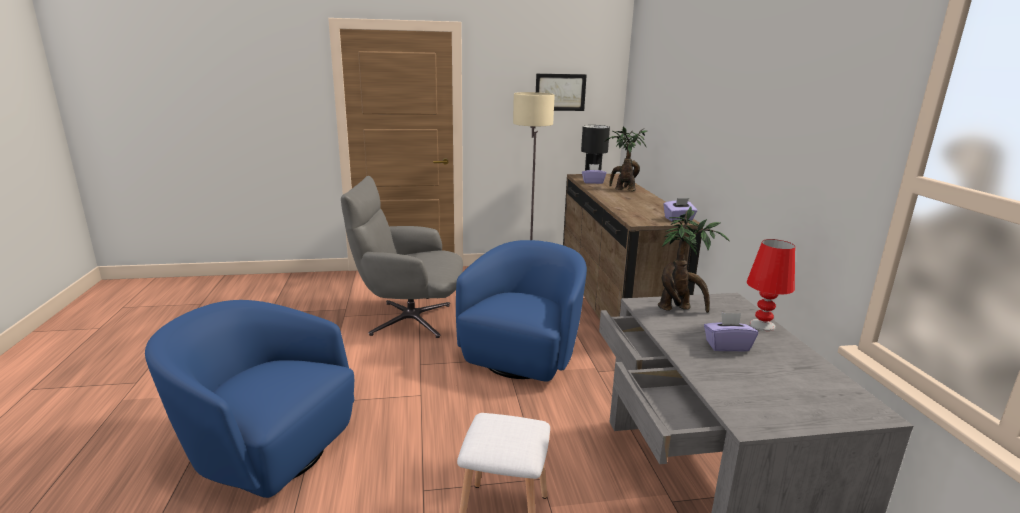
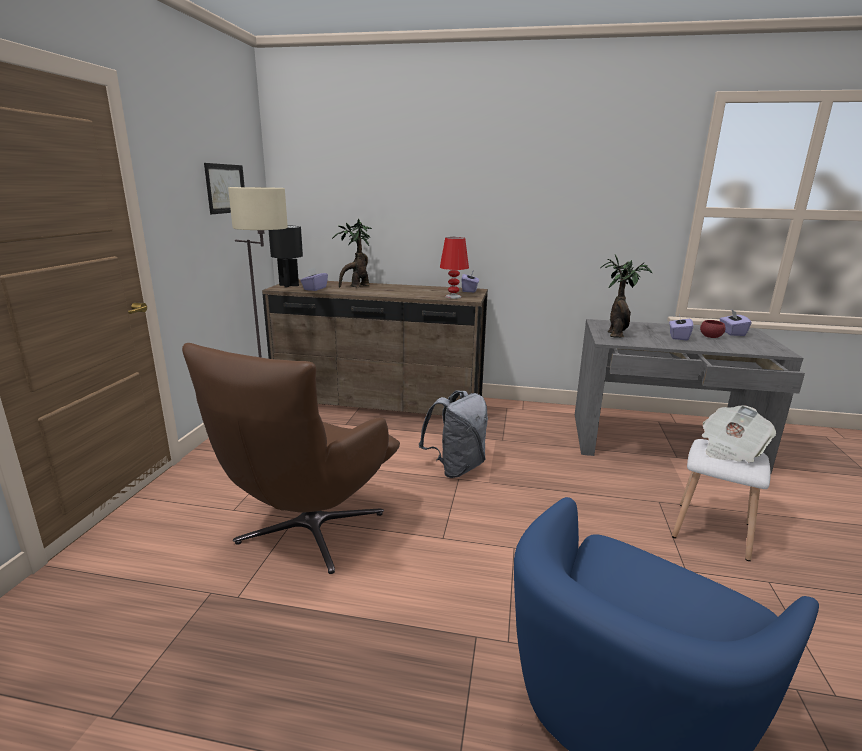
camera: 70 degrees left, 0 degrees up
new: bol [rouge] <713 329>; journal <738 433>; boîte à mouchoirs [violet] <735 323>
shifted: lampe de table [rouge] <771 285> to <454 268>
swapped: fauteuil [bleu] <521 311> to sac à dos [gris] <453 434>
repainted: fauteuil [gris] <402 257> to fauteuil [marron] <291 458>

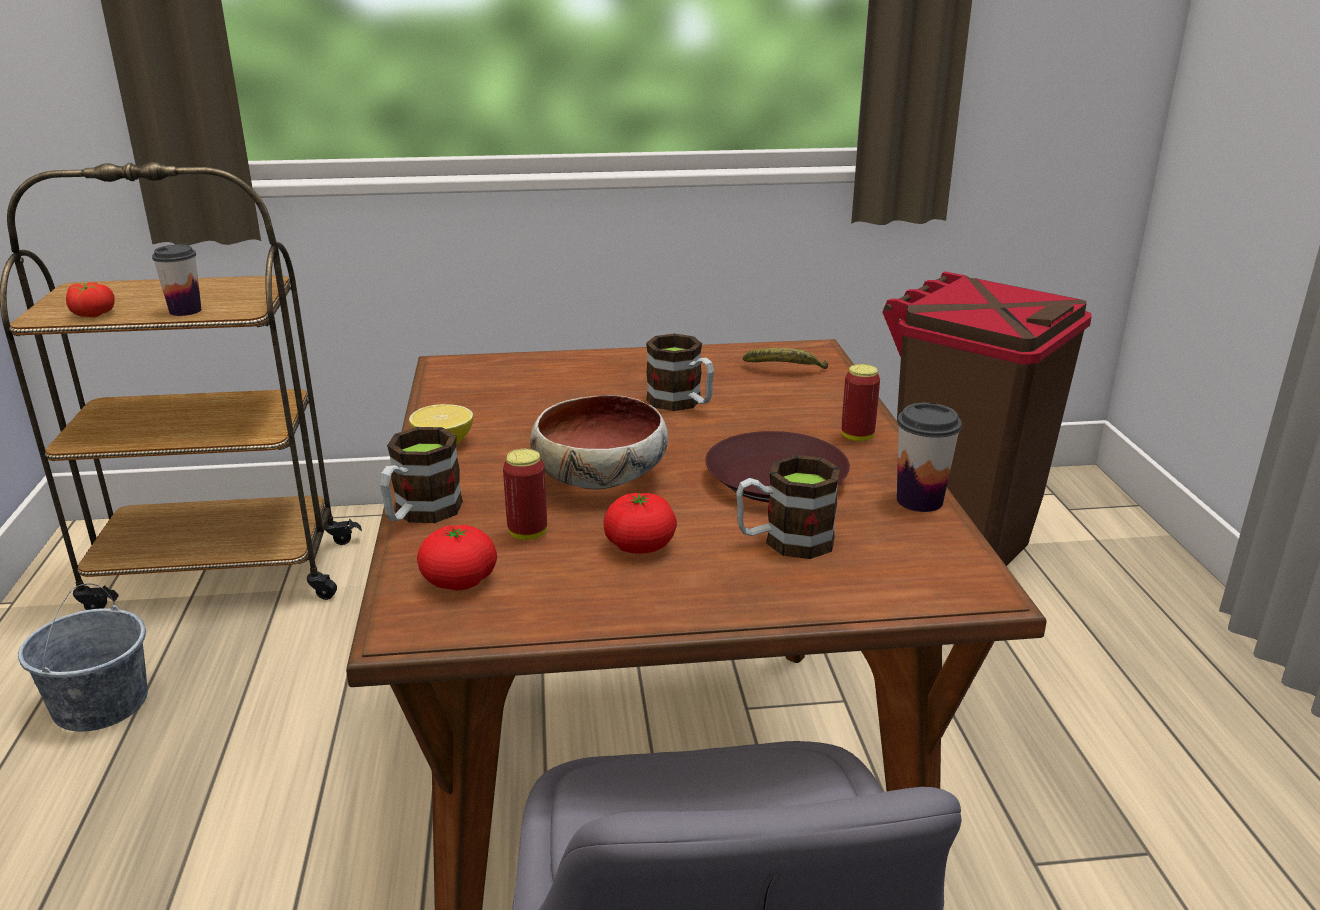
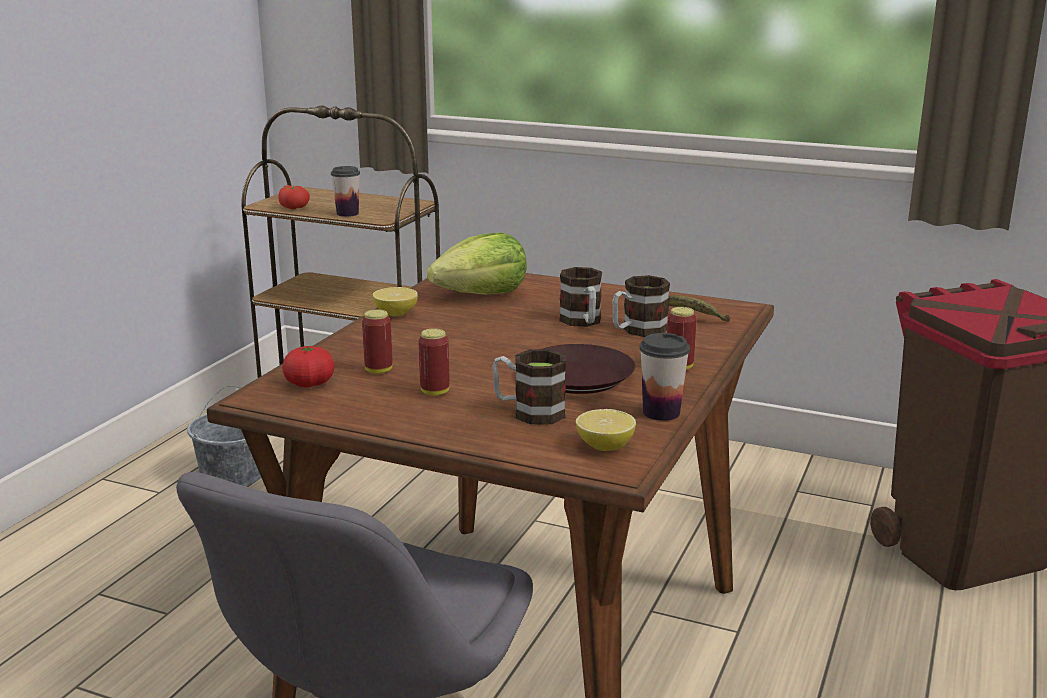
camera: 30 degrees right, 5 degrees down
gone: bol <599 442>
new: laitue <477 263>; citron <606 430>
shifted: mug <421 475> to <641 306>
swapped: tomate <640 523> to boîte métallique <433 362>

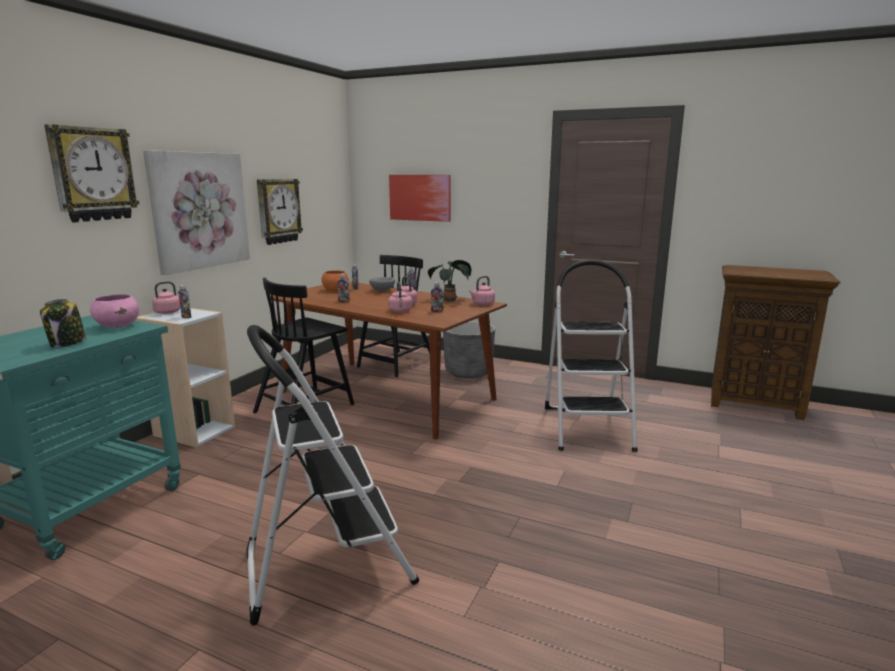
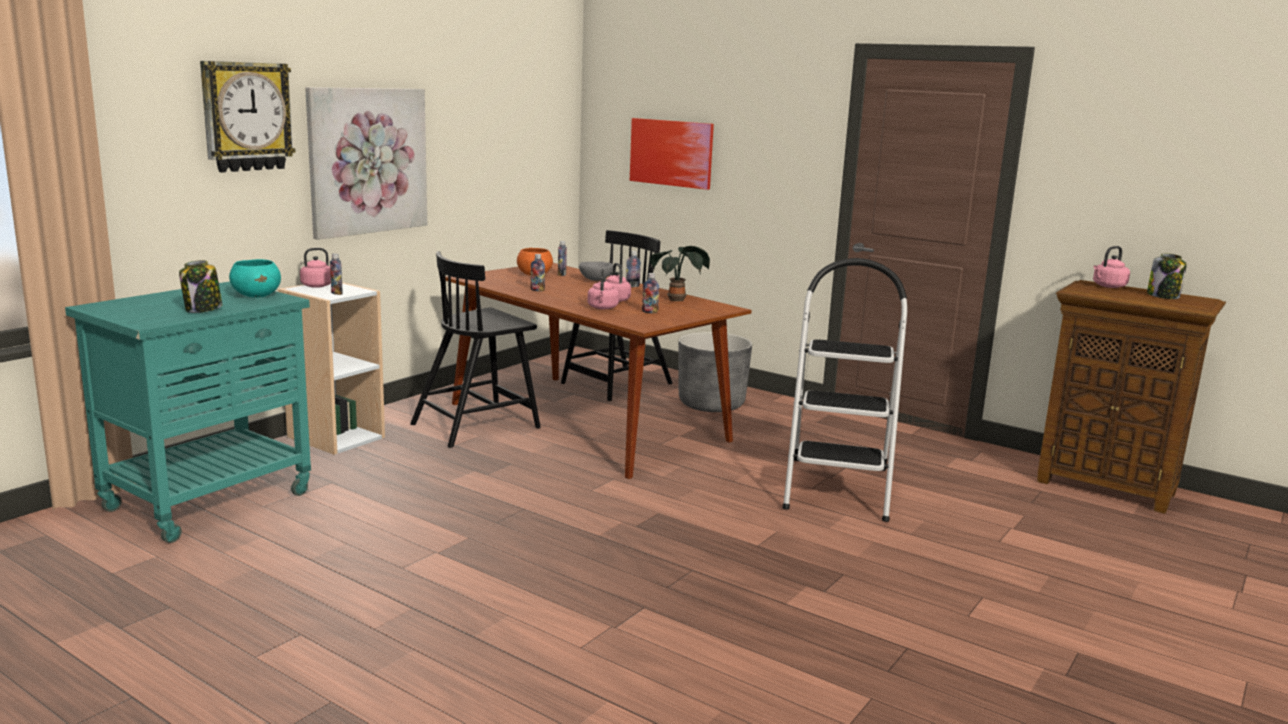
camera: 10 degrees right, 0 degrees up
gone: escabeau <333 475>; horloge murale <280 212>
new: bocal <1167 276>
shifted: bouilloire [rose] <482 290> to <1111 267>
repainted: bol [rose] <114 311> to bol [turquoise] <255 278>

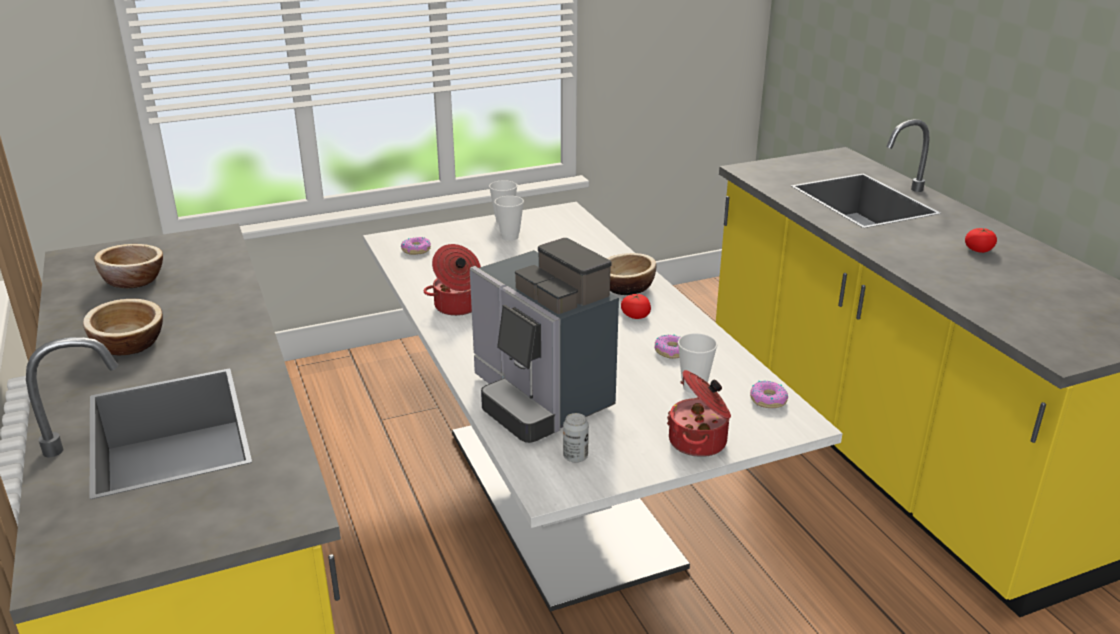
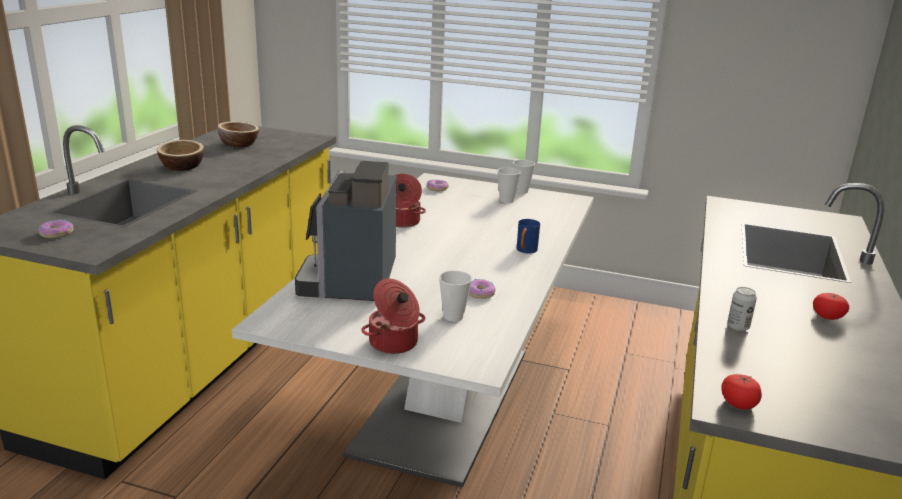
camera: 40 degrees right, 5 degrees down
shifted: boîte métallique <576 438> to <742 309>; tomate <636 306> to <741 392>; beignet <769 394> to <56 228>
swapped: bol <631 274> to mug [bleu] <528 236>

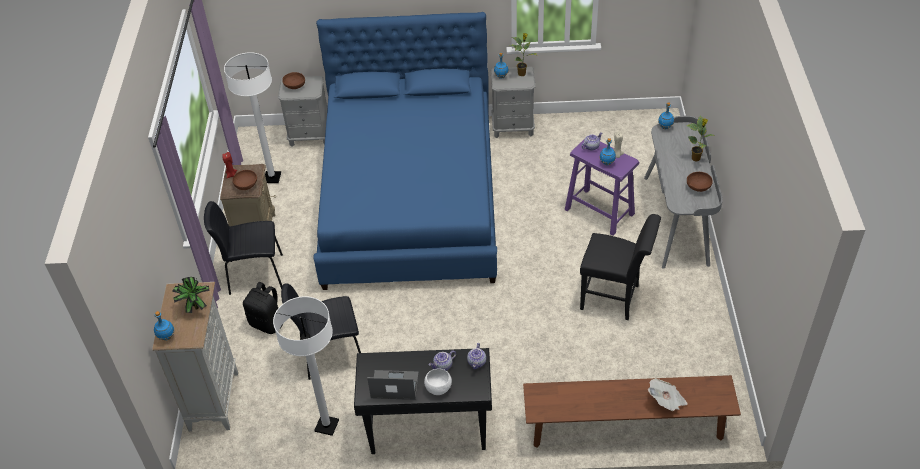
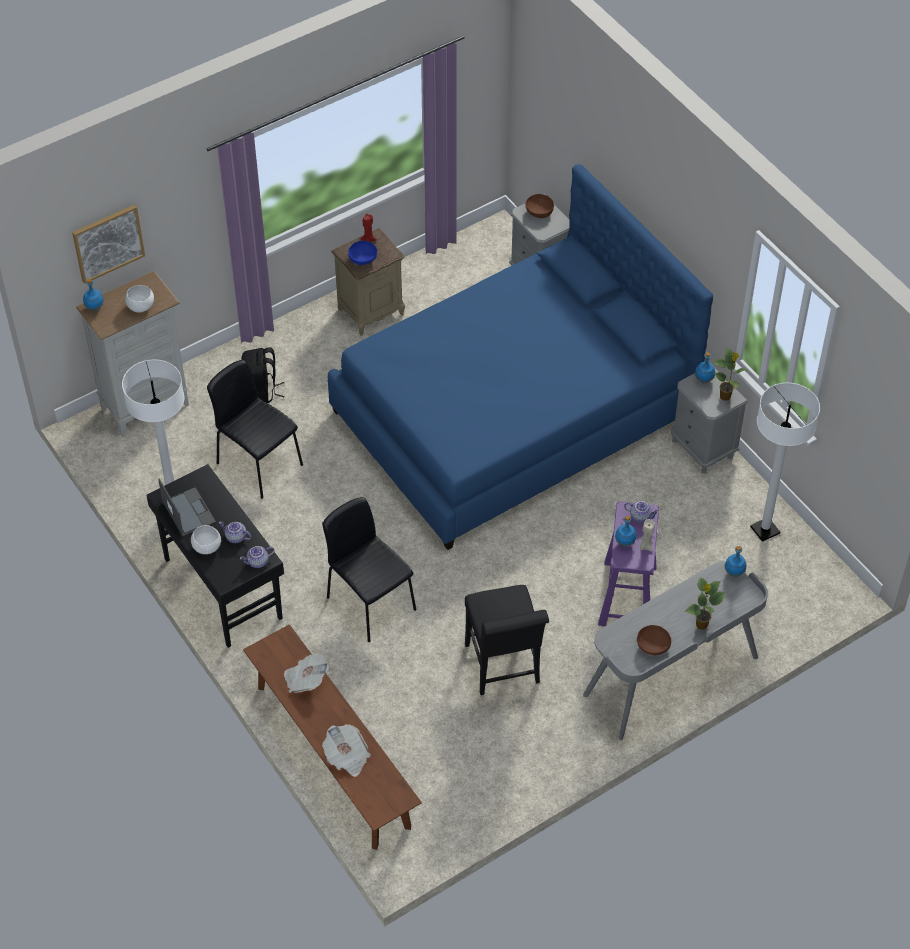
camera: 55 degrees right, 5 degrees up
new: tableau <108 244>; journal <306 673>
shifted: chaise [noir] <243 248> to <369 569>; lampadaire [blanc] <252 117> to <785 462>
swapped: plante en pot <191 295> to bol [blanc] <139 298>
repainted: bol [marron] <244 180> to bol [bleu] <362 253>

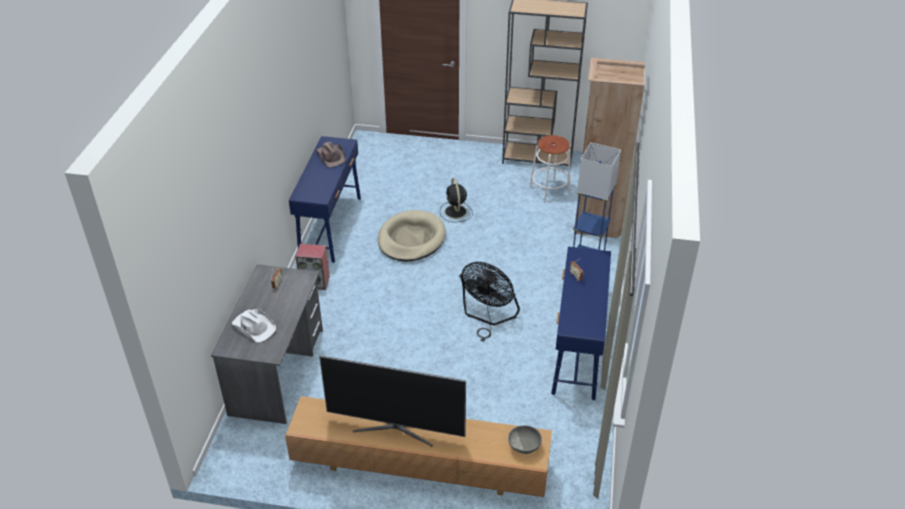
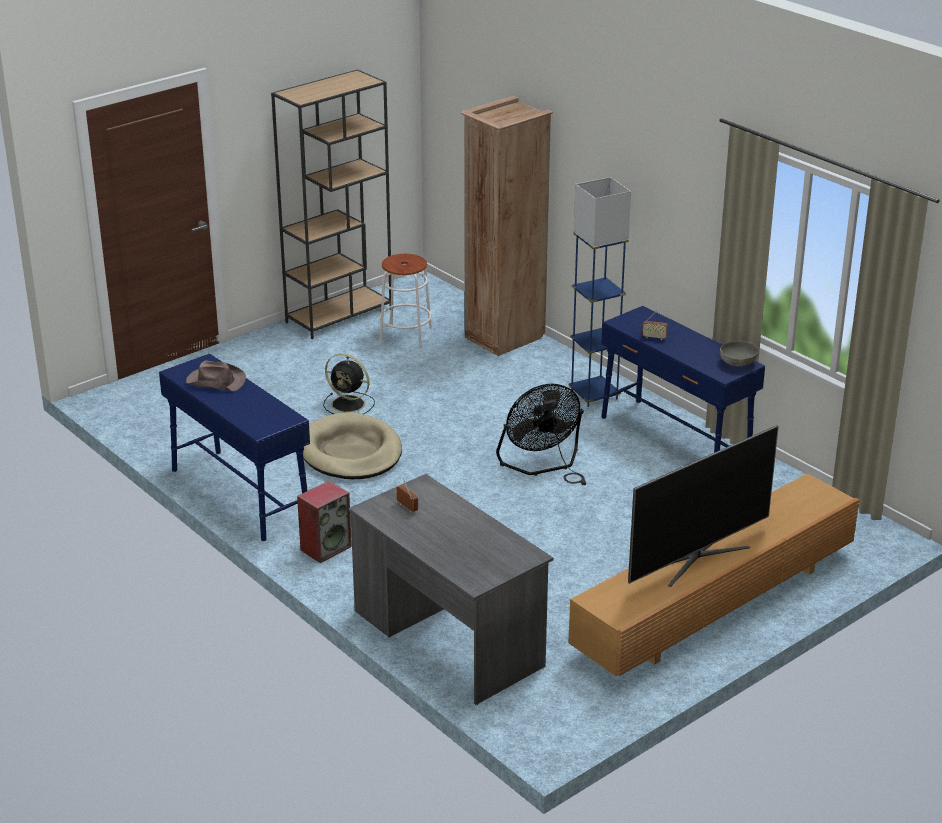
camera: 50 degrees left, 10 degrees down
gone: chapeau [blanc] <254 325>
shifted: bol [gris] <525 440> to <739 353>

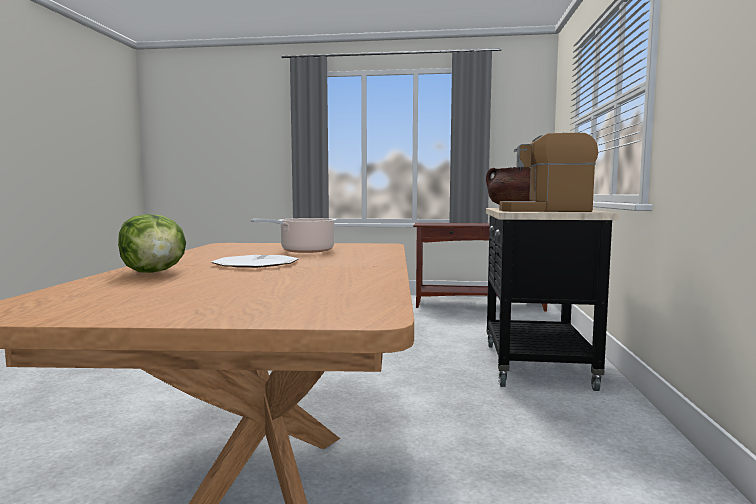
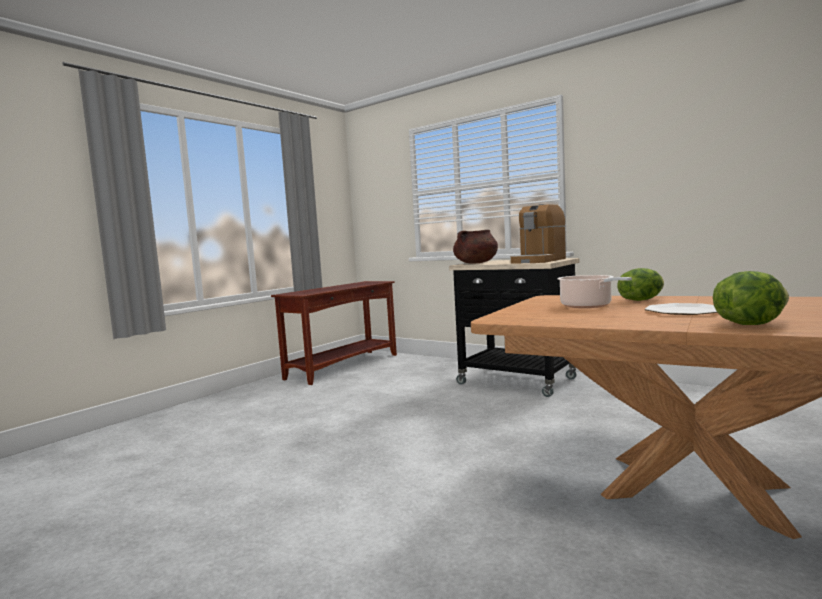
camera: 60 degrees left, 0 degrees up
new: laitue <641 284>

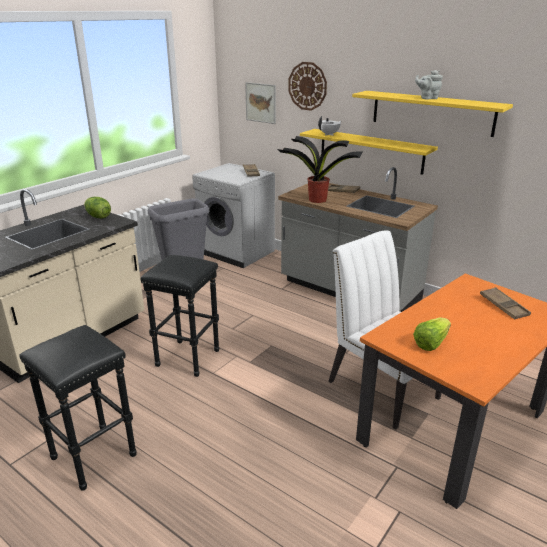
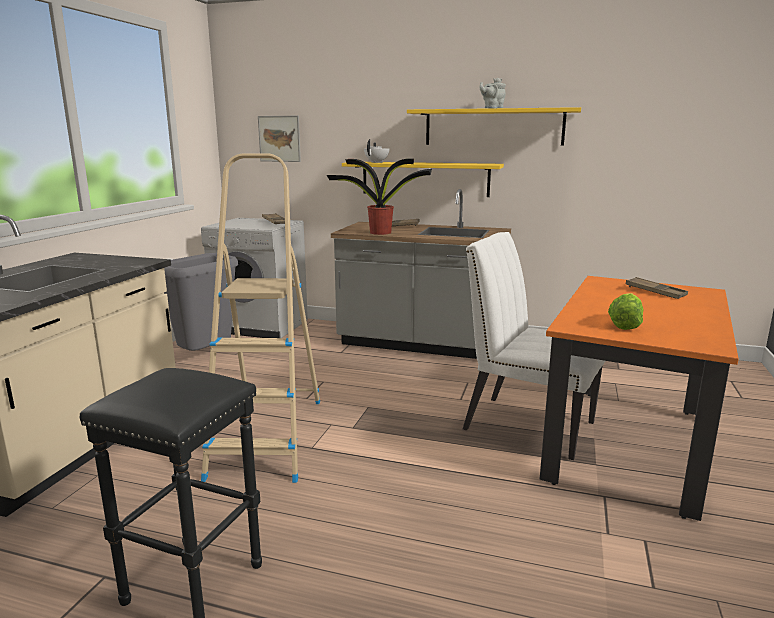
camera: 20 degrees left, 10 degrees down
gone: laitue <97 207>; horloge murale <307 86>
swapped: tabouret [noir] <179 316> to escabeau [beige] <260 318>

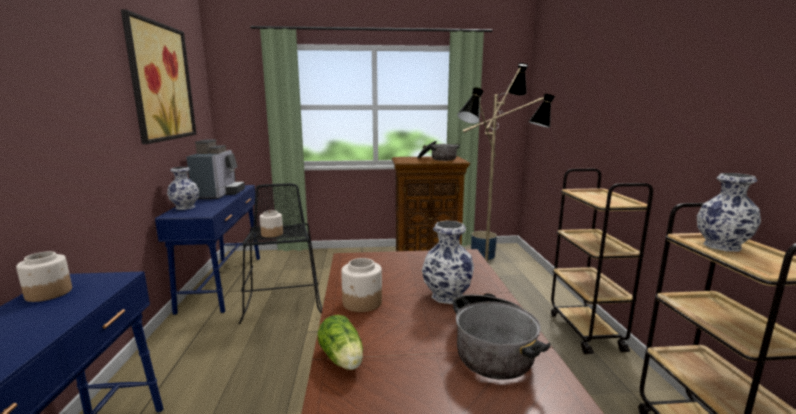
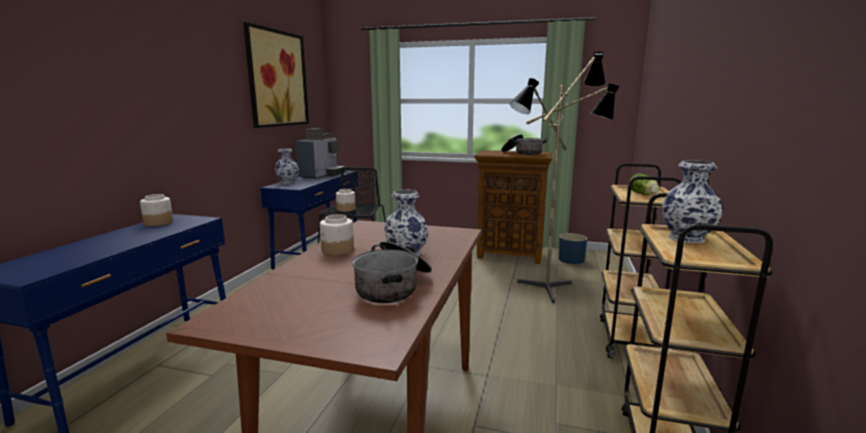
camera: 20 degrees right, 0 degrees up
shifted: laitue <340 342> to <644 184>

